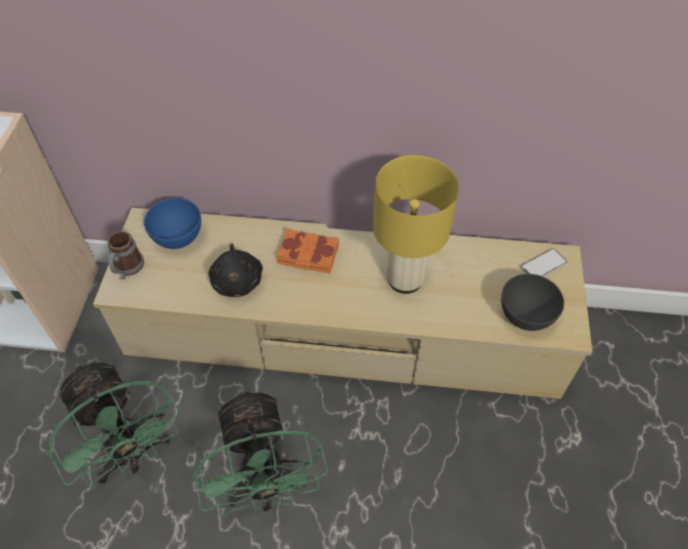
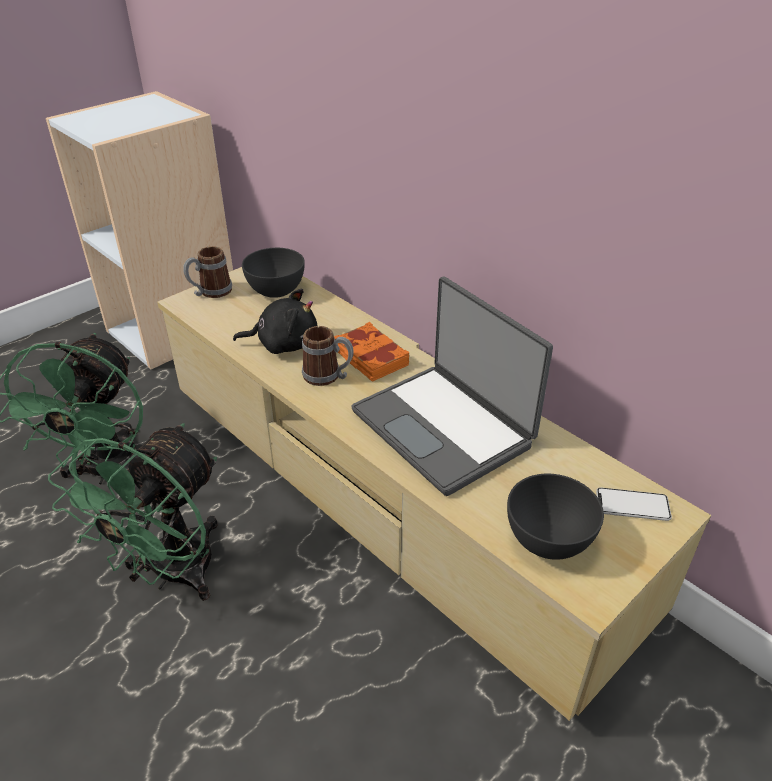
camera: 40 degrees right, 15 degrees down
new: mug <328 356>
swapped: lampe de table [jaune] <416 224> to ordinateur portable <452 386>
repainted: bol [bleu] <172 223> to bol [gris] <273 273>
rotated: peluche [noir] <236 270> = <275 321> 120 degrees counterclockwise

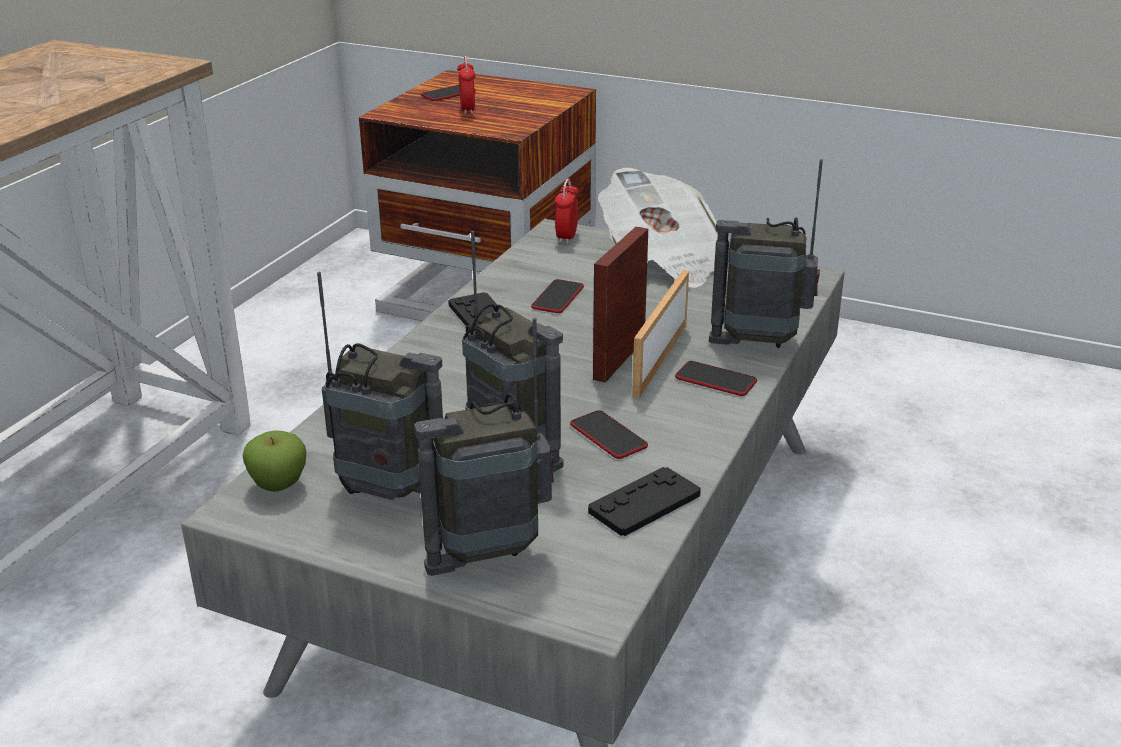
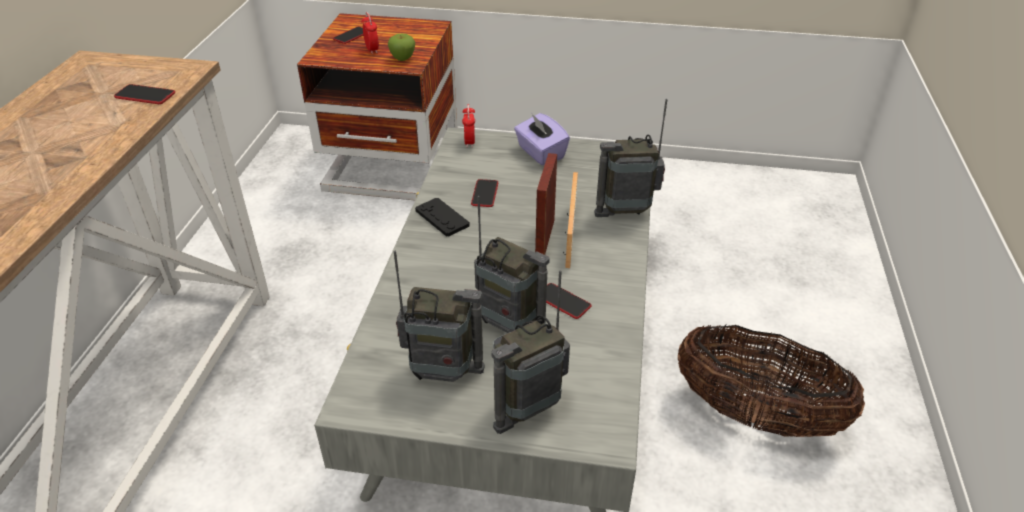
camera: 15 degrees left, 10 degrees up
gone: manette [noir] <644 501>
new: panier <771 381>
shifted: pomme <274 461> to <401 47>; téléphone <716 378> to <144 94>
swapped: journal <663 228> to boîte à mouchoirs [violet] <542 139>

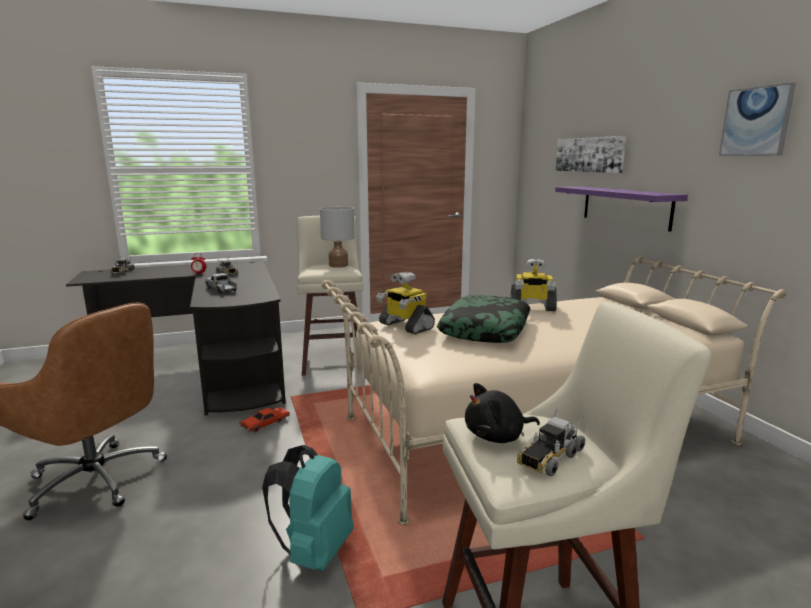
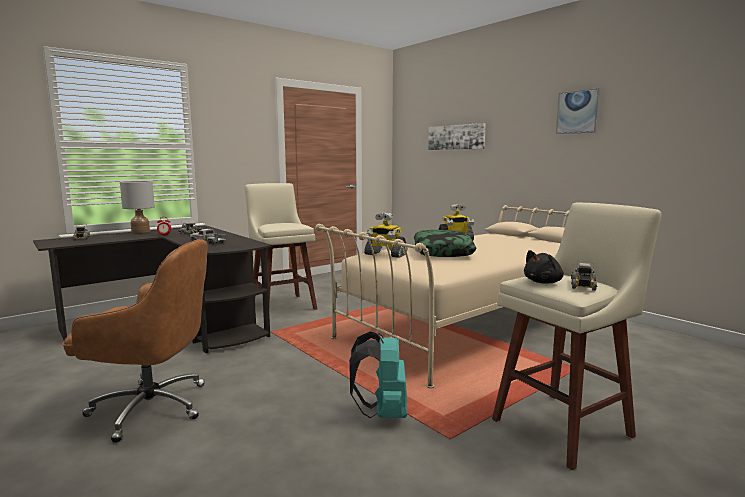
camera: 20 degrees left, 5 degrees down
gone: petite voiture [rouge] <265 419>; étagère [violet] <621 209>
shifted: lampe de table [gris] <337 237> to <137 207>

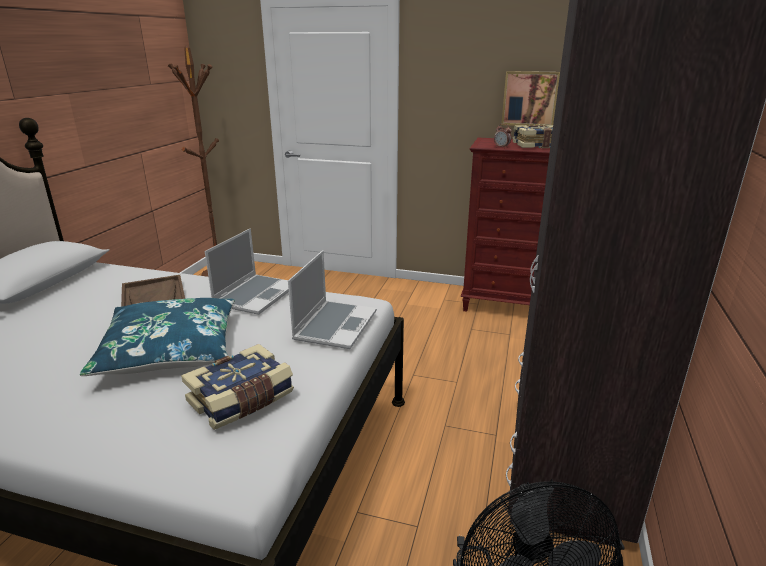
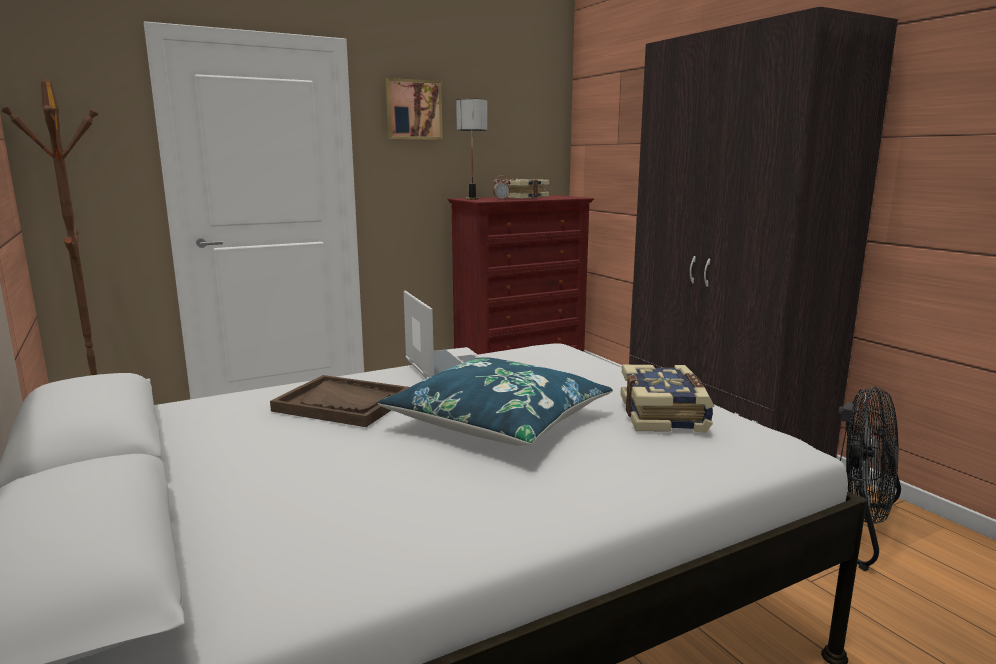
camera: 45 degrees left, 10 degrees down
gone: ordinateur portable <332 299>
new: lampe de table <471 149>
shifted: tableau <530 98> to <414 109>

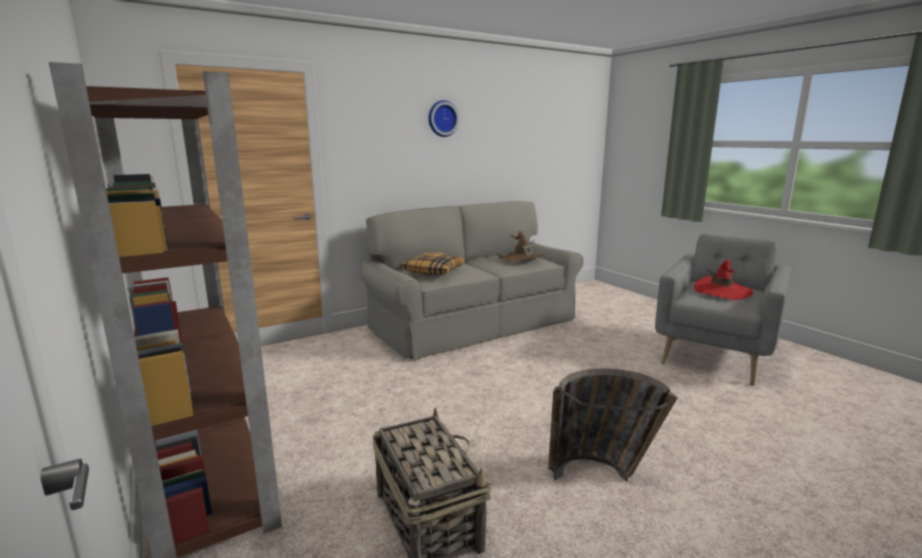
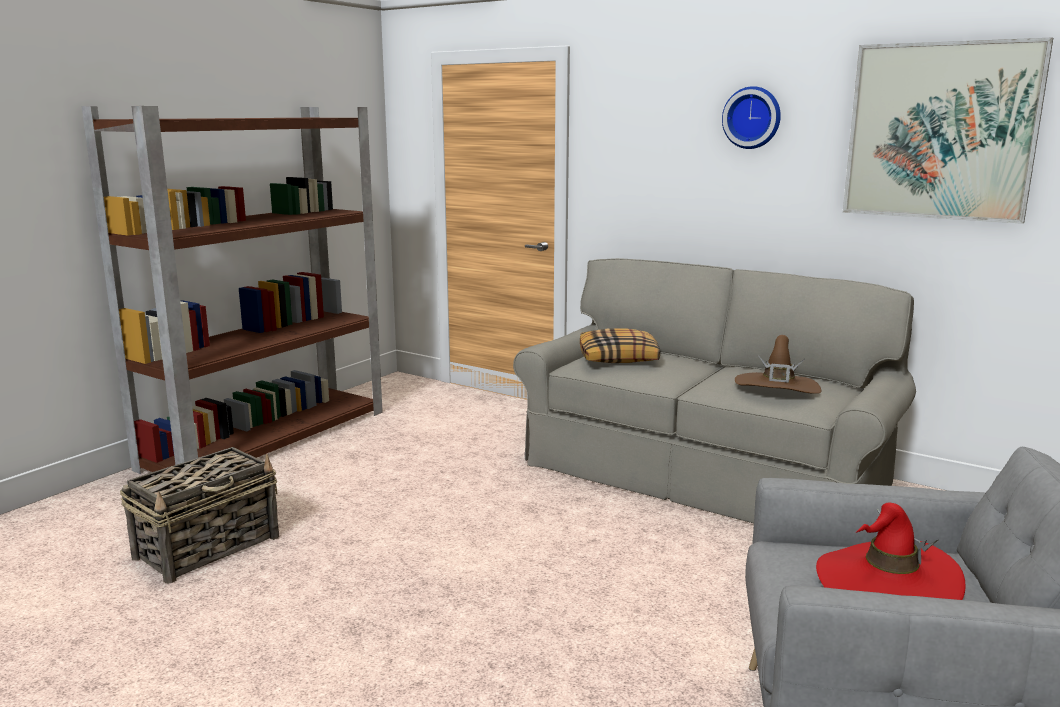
camera: 65 degrees right, 0 degrees up
gone: panier <612 425>
new: tableau <948 130>

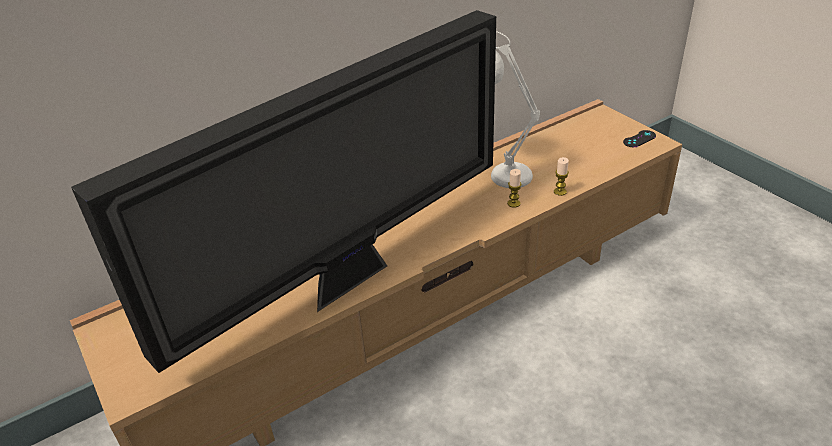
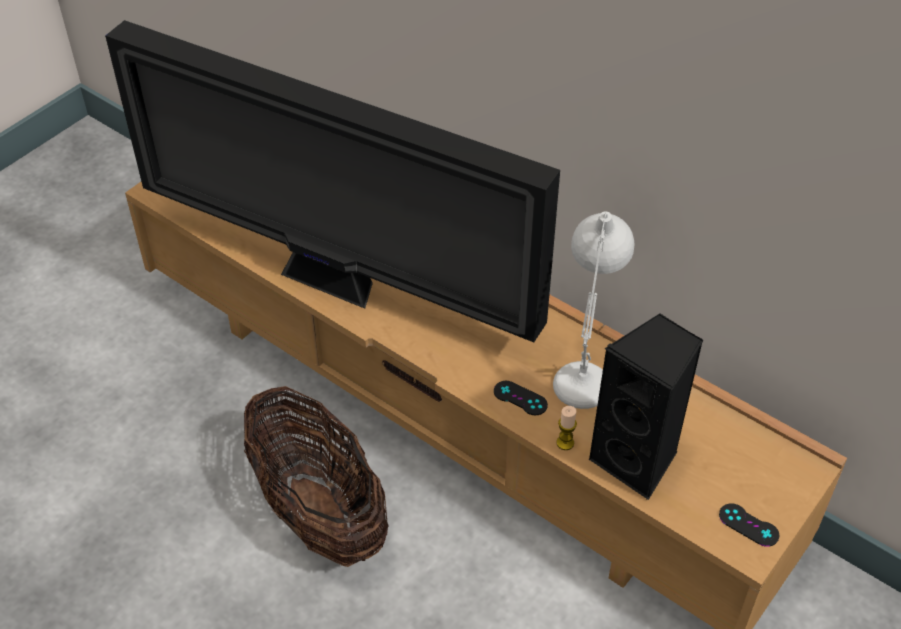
camera: 70 degrees right, 10 degrees up
new: panier <316 476>; enceinte [noir] <646 406>
swapped: bougie <514 188> to manette [noir] <521 398>

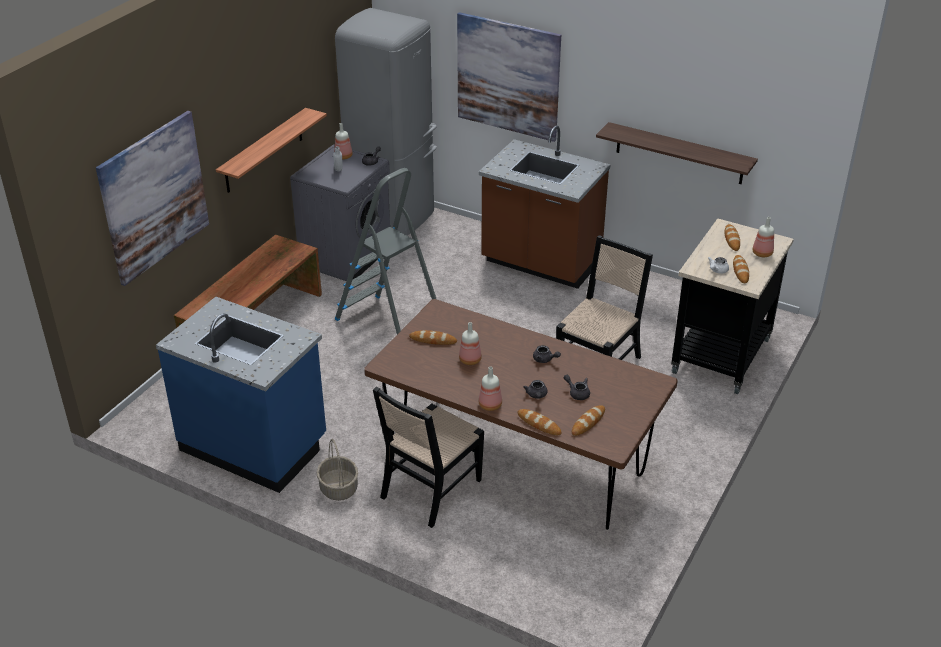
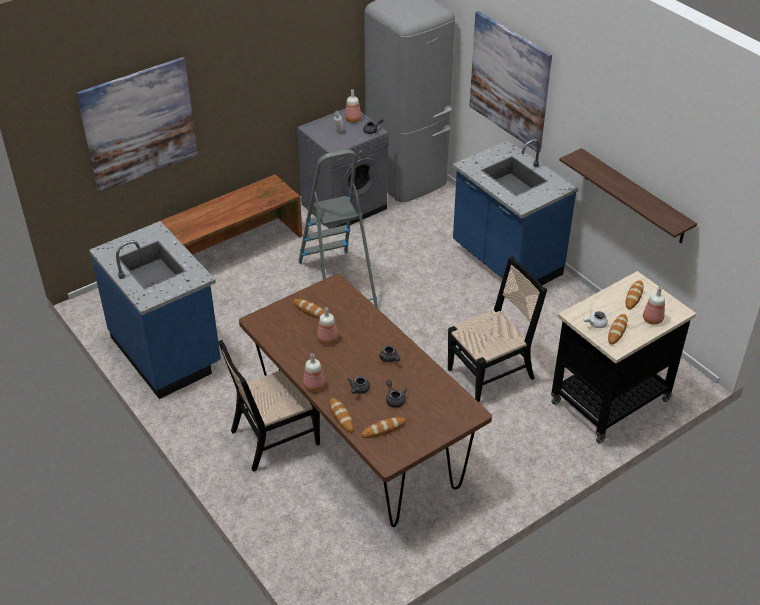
camera: 25 degrees right, 5 degrees up
gone: étagère <271 150>; panier <337 470>
repainted: comptoir de cuisine [marron] <545 207> to comptoir de cuisine [bleu] <515 212>

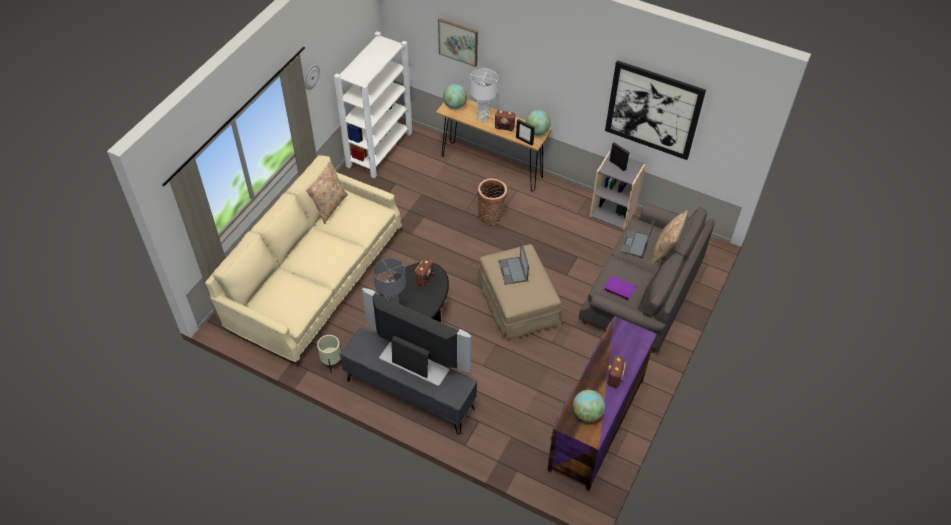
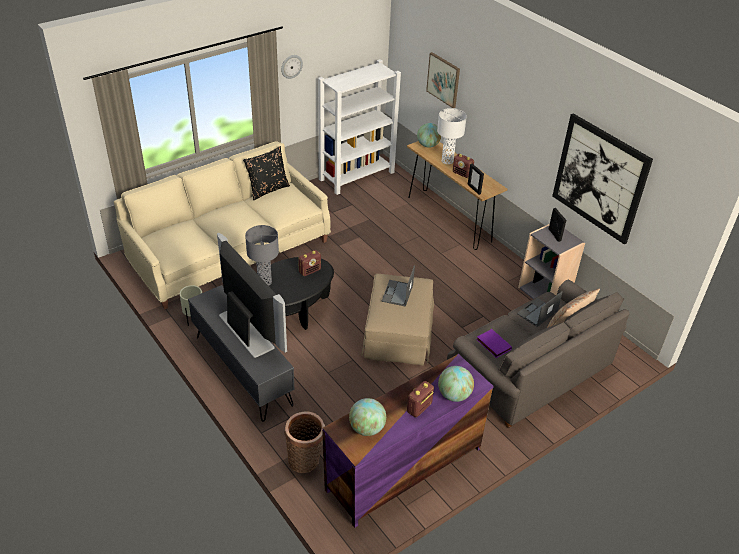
camera: 25 degrees right, 10 degrees down
shifted: panier <492 201> to <305 442>; globe <538 122> to <456 384>
repainted: coussin [beige] <327 192> to coussin [noir] <266 173>

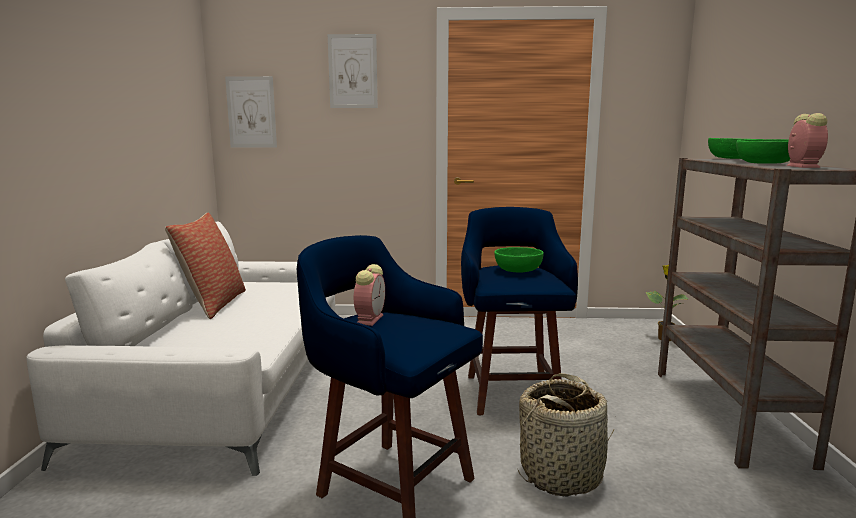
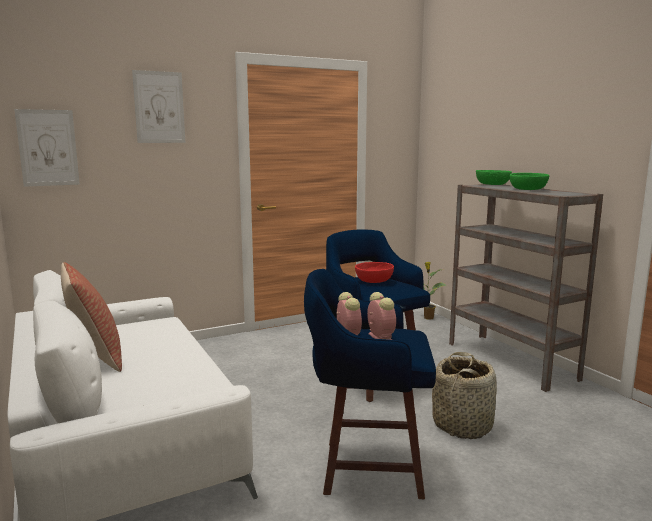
camera: 30 degrees left, 0 degrees up
shifted: réveil <807 140> to <381 316>
repainted: bol [vert] <519 260> to bol [rouge] <374 272>

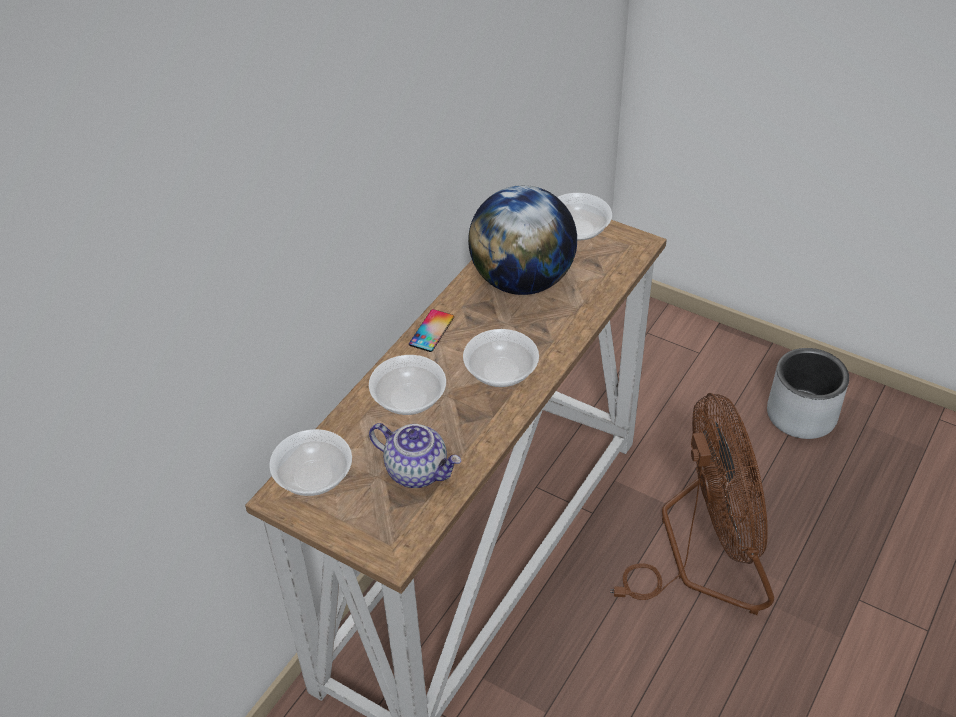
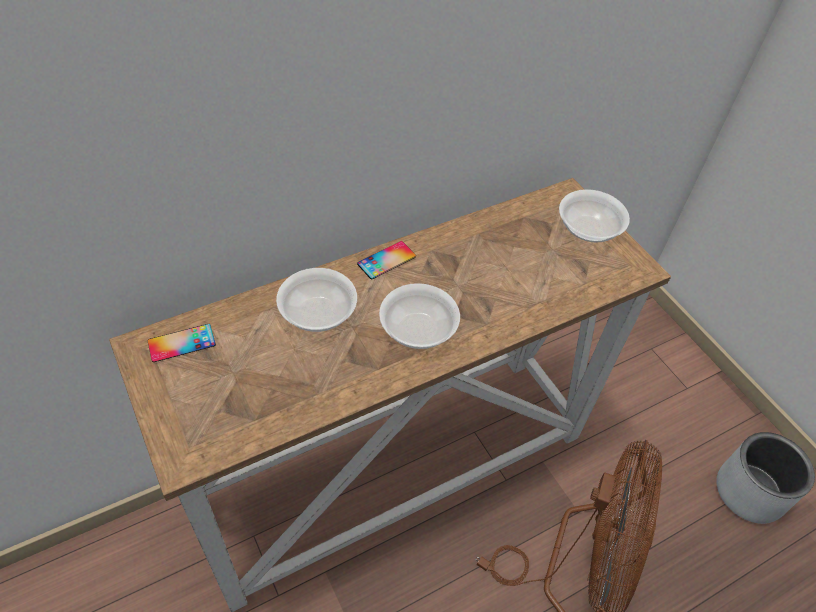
camera: 25 degrees right, 5 degrees up
gone: théière <415 455>; globe <522 240>
swapped: bol <310 462> to téléphone <181 343>

